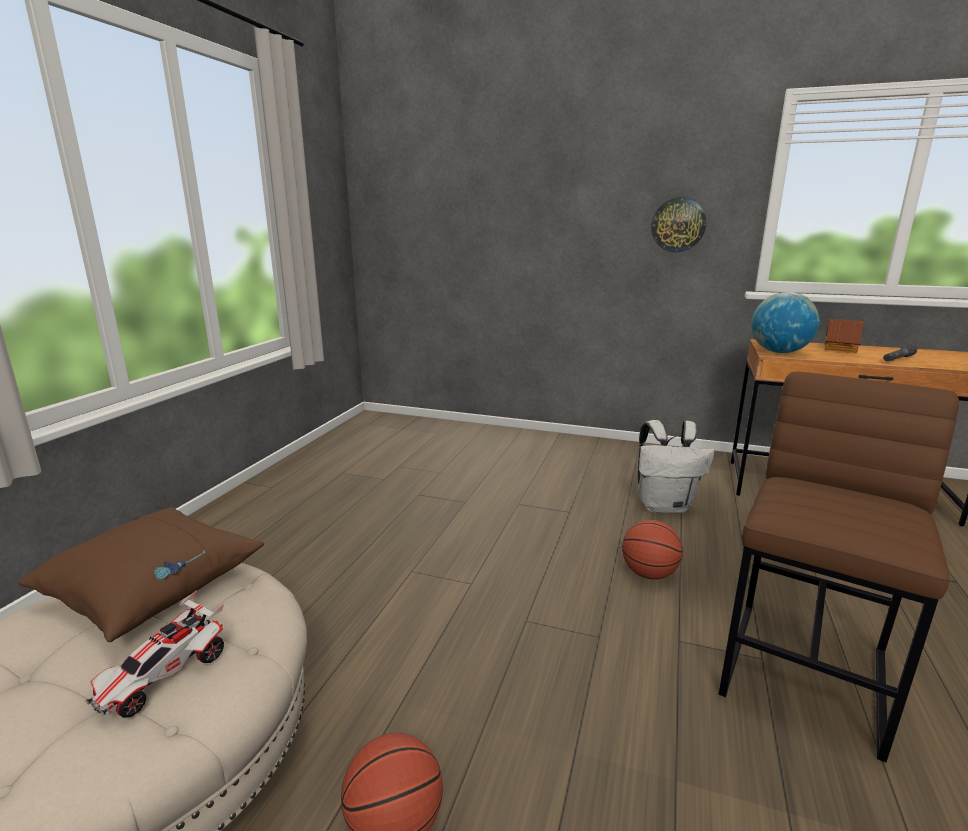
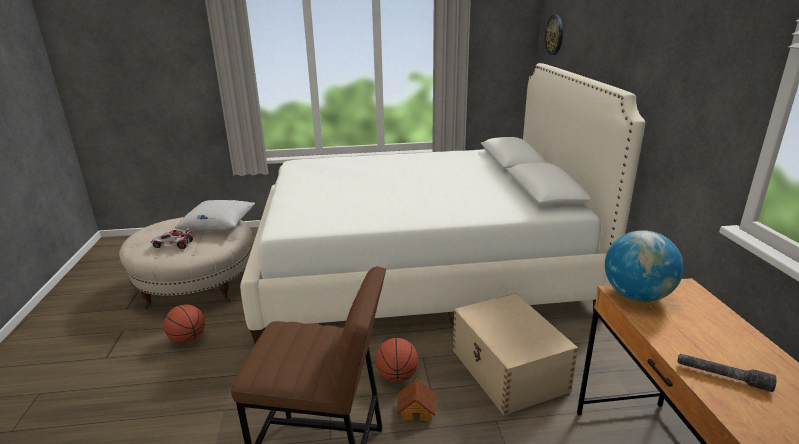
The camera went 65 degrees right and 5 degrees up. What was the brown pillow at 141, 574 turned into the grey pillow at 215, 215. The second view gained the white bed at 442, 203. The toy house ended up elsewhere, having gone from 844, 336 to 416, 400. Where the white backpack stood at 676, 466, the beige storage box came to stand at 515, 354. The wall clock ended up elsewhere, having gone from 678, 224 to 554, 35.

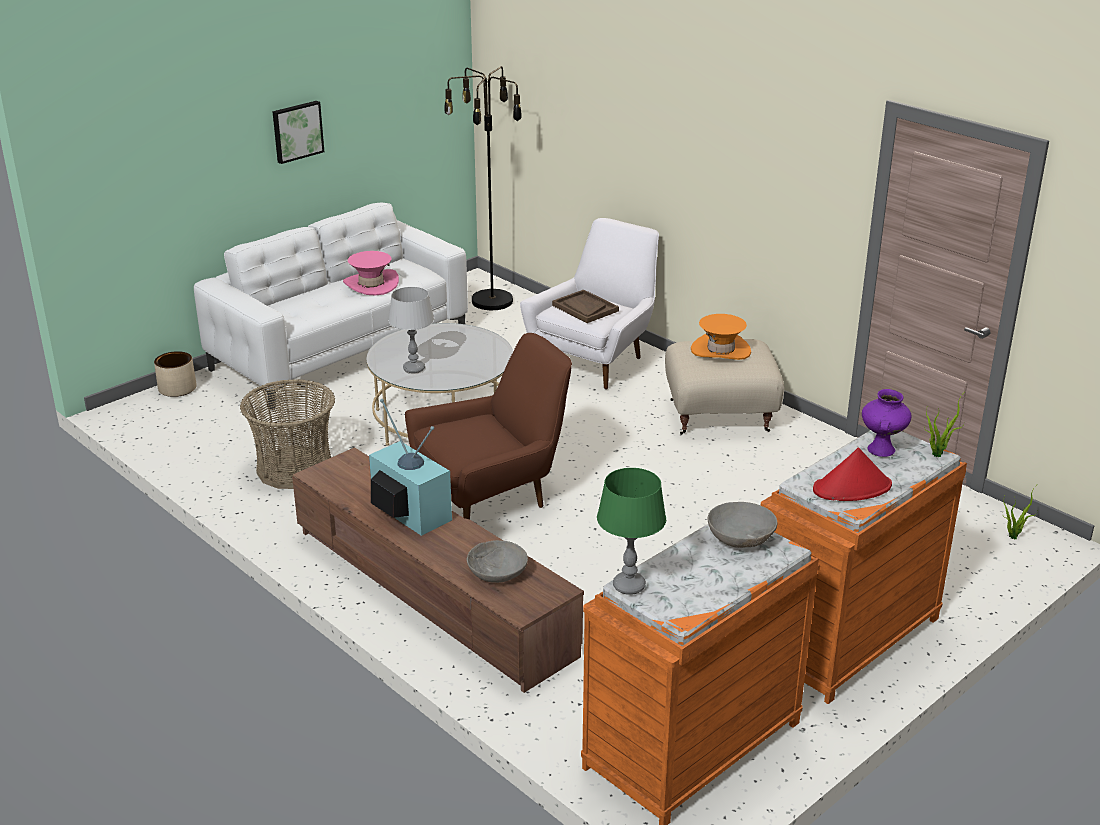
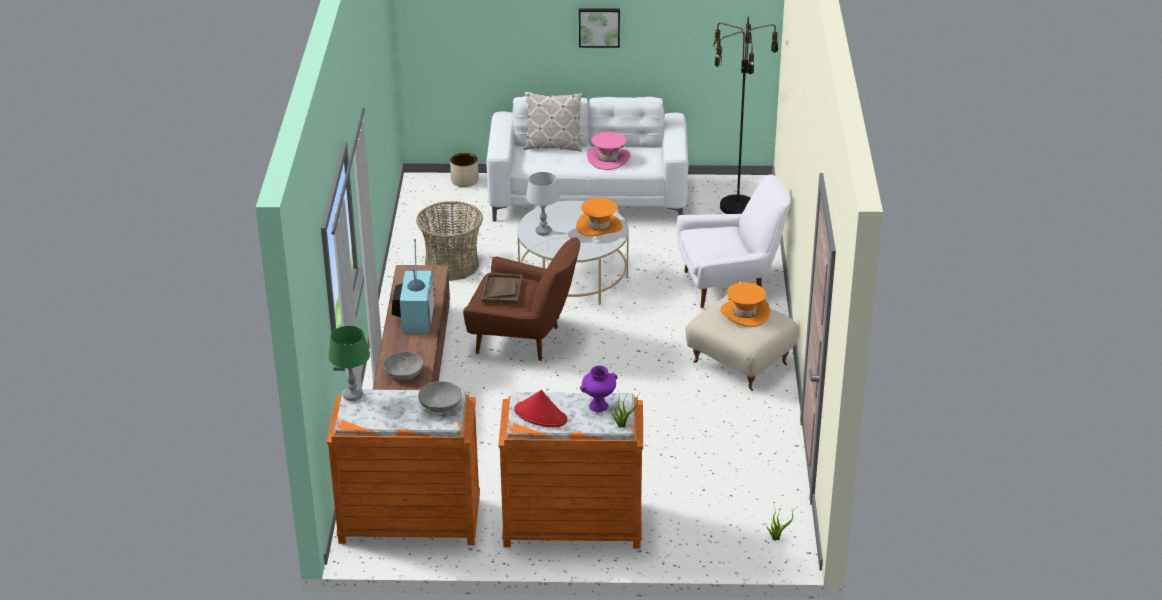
The camera went 45 degrees right and 5 degrees up. The brown tray ended up elsewhere, having gone from 585, 306 to 502, 288. The second view gained the pillow at 553, 122. The second view gained the orange hat at 599, 217.

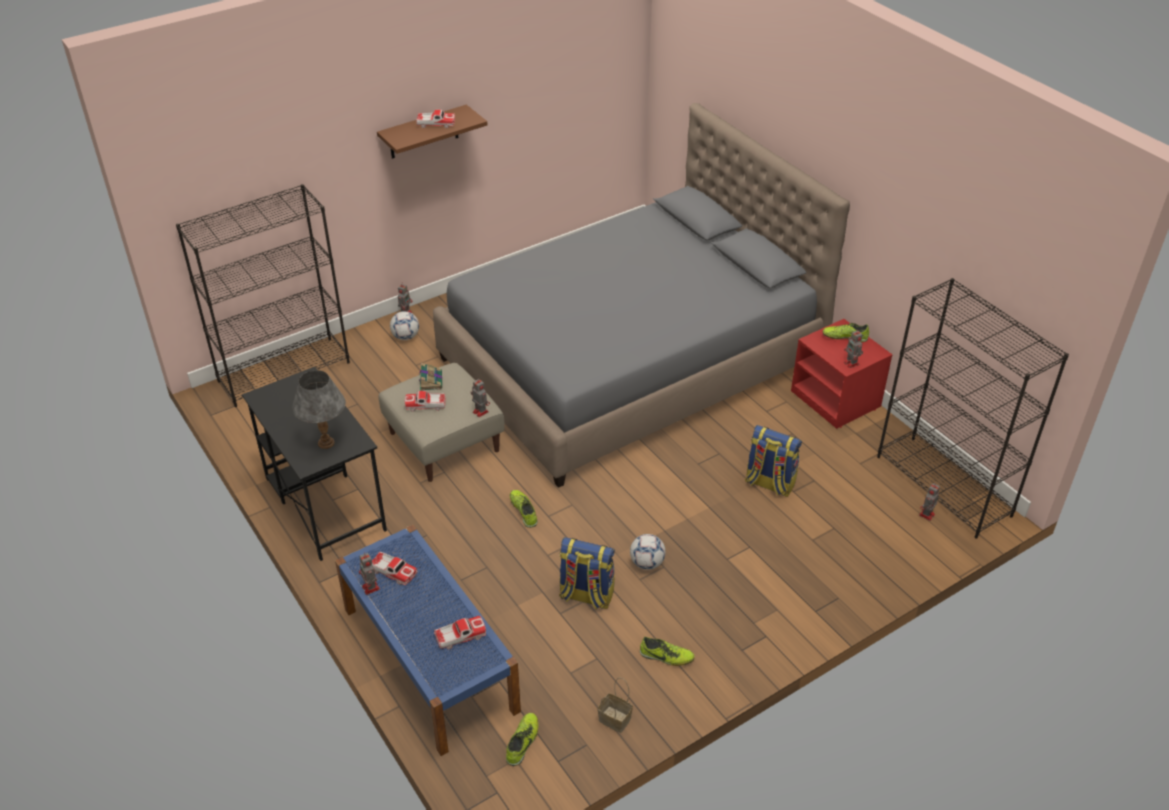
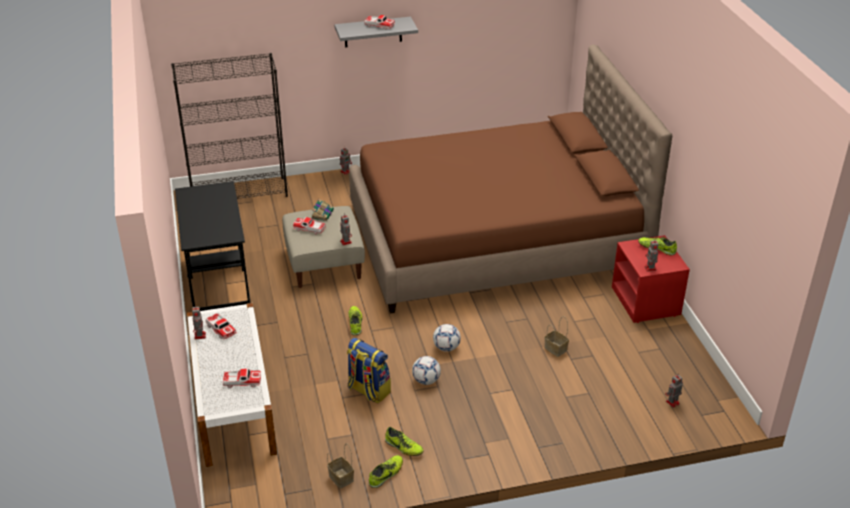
The camera went 20 degrees right and 5 degrees down. What was the blue bench at 428, 640 turned into the white bench at 232, 385. What was the brown shelf at 432, 132 turned into the grey shelf at 376, 32. What was the grey bed at 641, 295 turned into the brown bed at 510, 179. The shoe ended up elsewhere, having gone from 522, 739 to 386, 471. The football ended up elsewhere, having gone from 404, 325 to 447, 338. Where the backpack stood at 773, 461, the basket came to stand at 557, 336. The second view lost the grey table lamp at 319, 409. The second view lost the black bookcase at 973, 408.

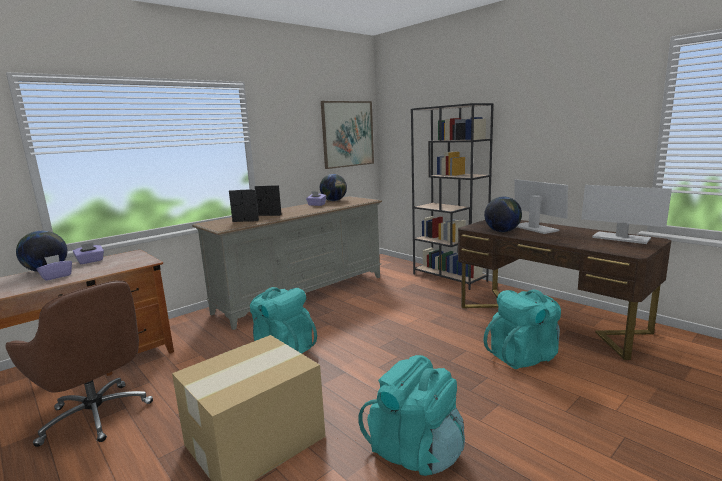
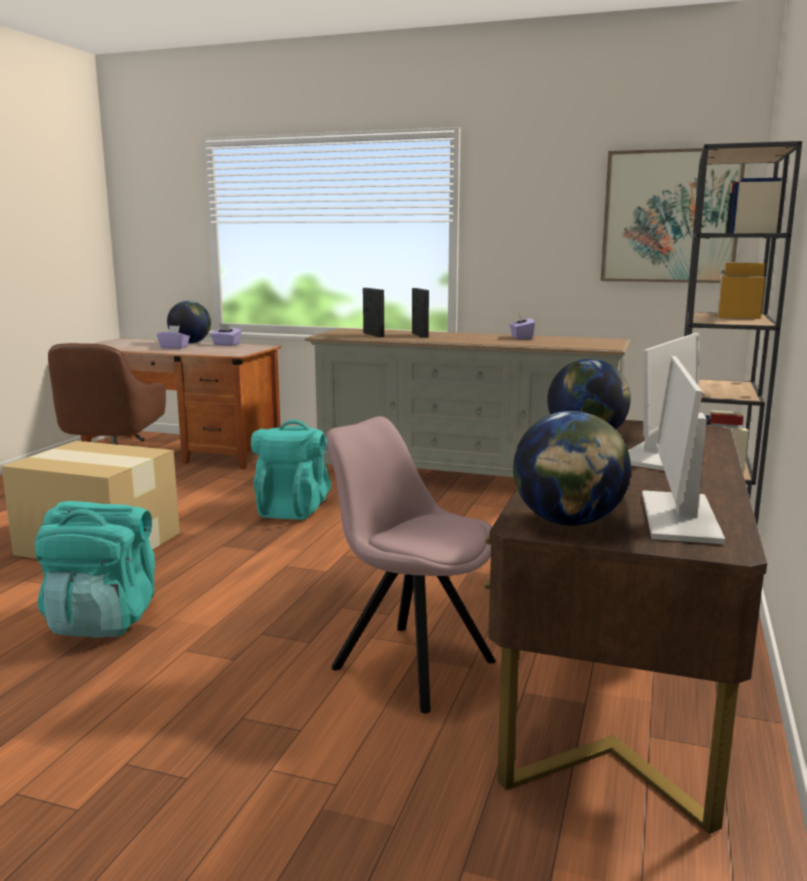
The camera went 60 degrees right and 0 degrees up. Where the turquoise backpack stood at 522, 329, the pink chair came to stand at 411, 564. The globe ended up elsewhere, having gone from 333, 187 to 572, 468.

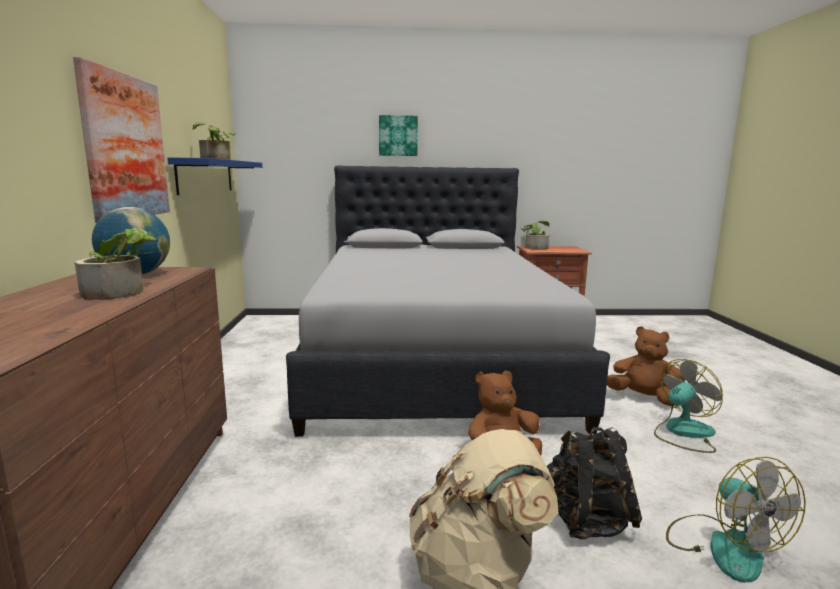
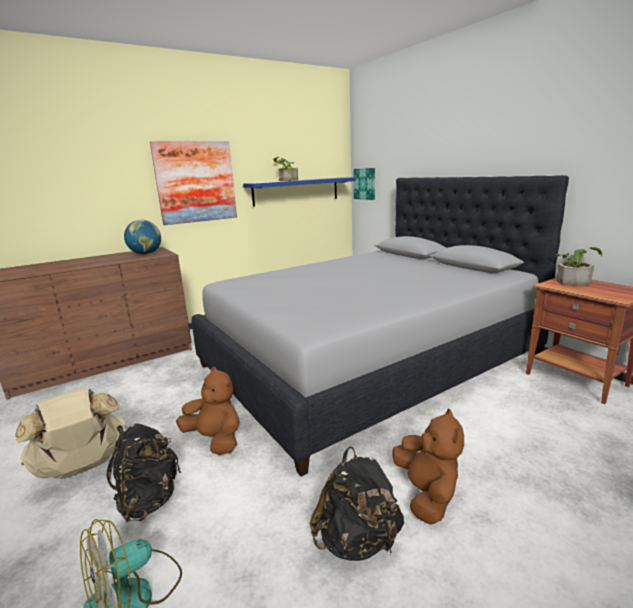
The camera went 60 degrees right and 5 degrees up. Where the fan stood at 688, 406, the black backpack came to stand at 357, 504. The picture ended up elsewhere, having gone from 398, 135 to 364, 184. The second view lost the potted plant at 115, 263.

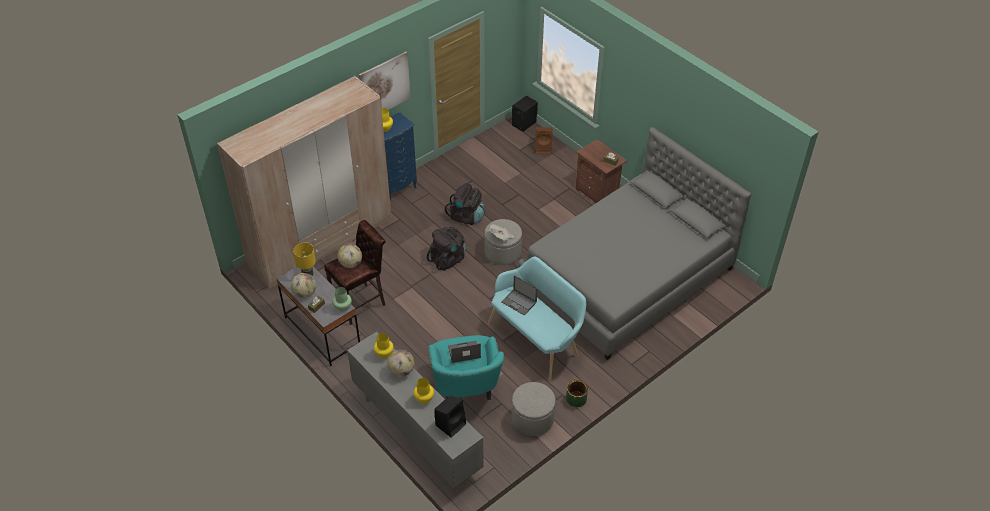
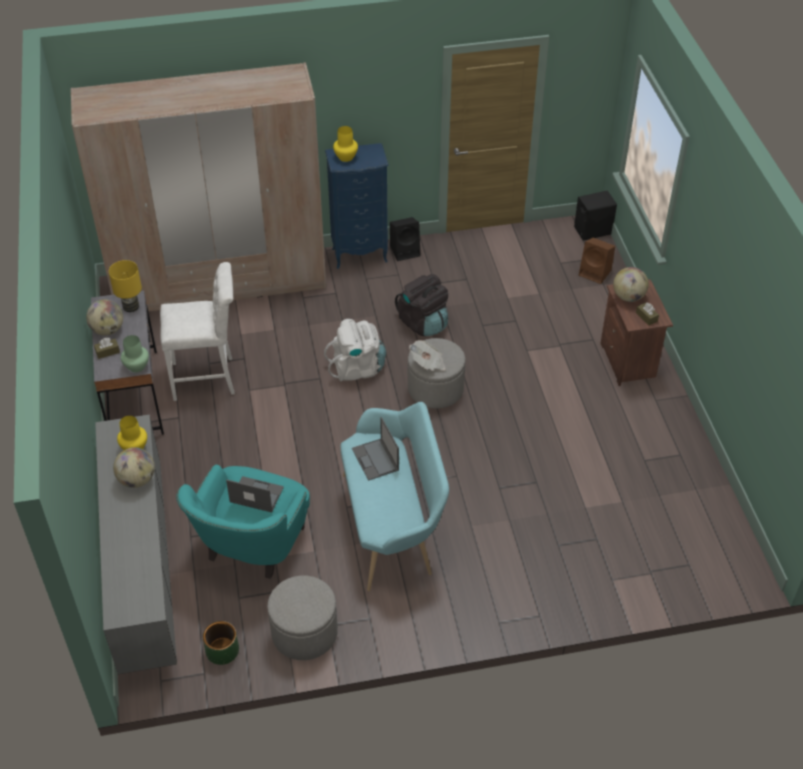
The camera went 30 degrees right and 0 degrees up. What was the brown stool at 354, 272 turned into the white stool at 197, 331. The green planter ended up elsewhere, having gone from 577, 393 to 221, 643. What was the black backpack at 446, 249 turned into the white backpack at 355, 350. The black speaker ended up elsewhere, having gone from 450, 417 to 405, 239. The globe ended up elsewhere, having gone from 349, 256 to 631, 284. The second view lost the picture at 385, 81. The second view lost the yellow vase at 423, 391. The second view lost the grey bed at 634, 243.

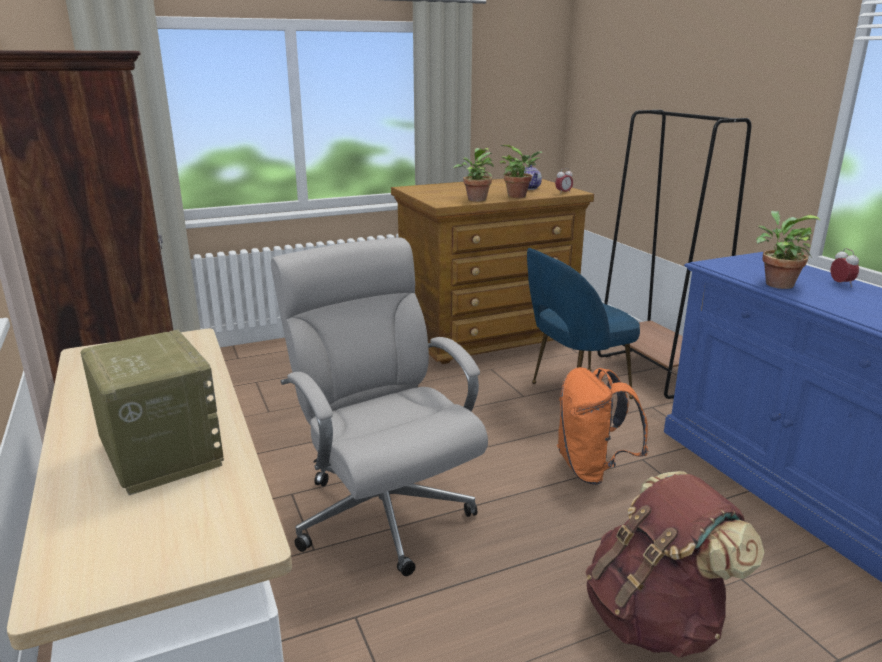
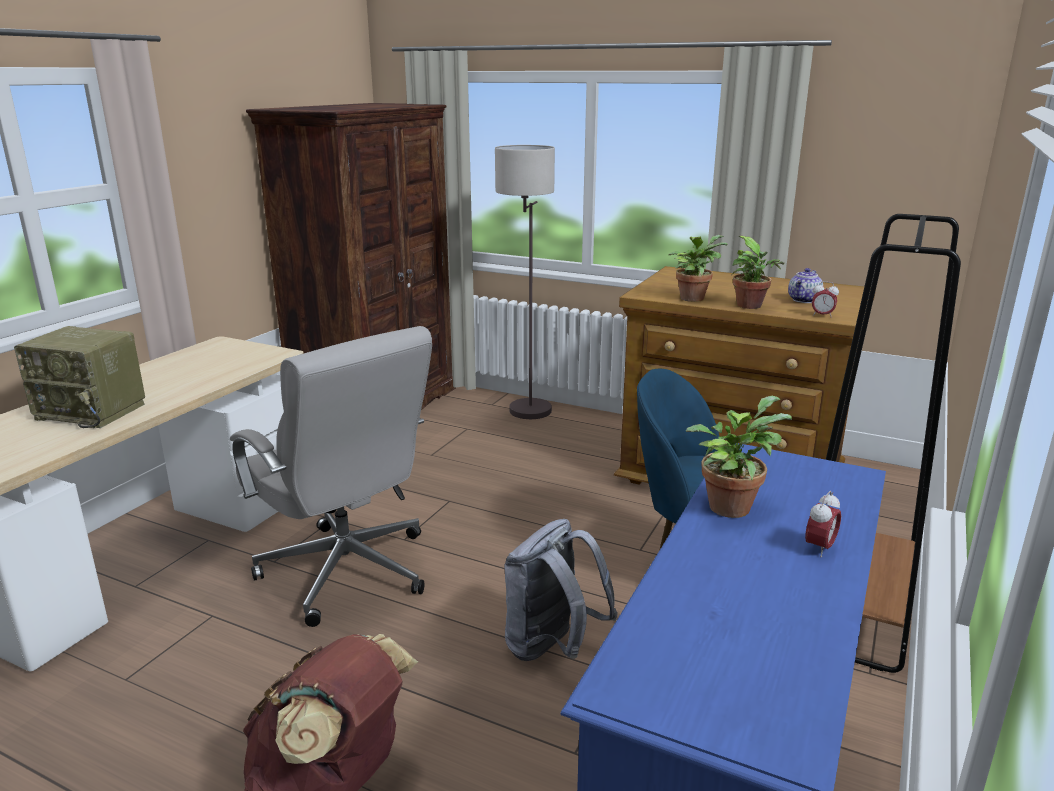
The camera went 50 degrees right and 0 degrees up. The radio at 152, 412 ended up facing another way, 90 degrees clockwise from before. The grey office chair at 379, 407 ended up facing another way, 120 degrees clockwise from before. The second view gained the grey floor lamp at 525, 282. What was the orange backpack at 602, 426 turned into the grey backpack at 560, 590.

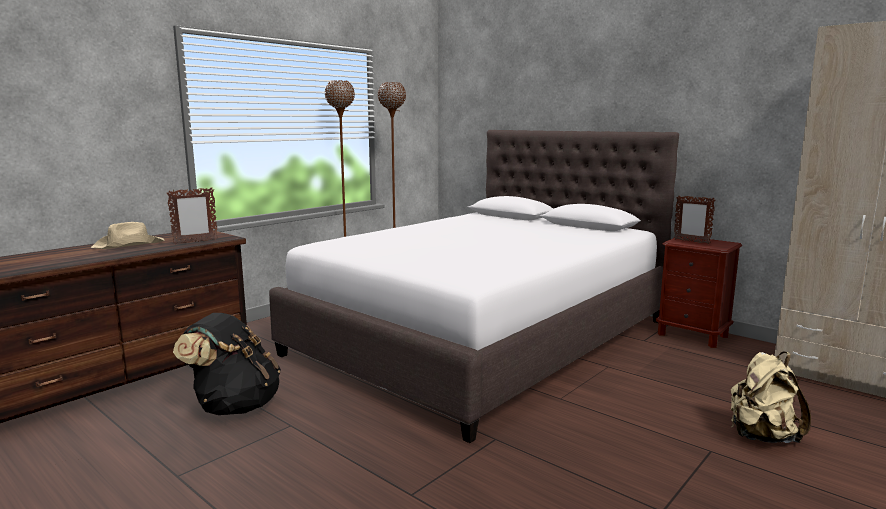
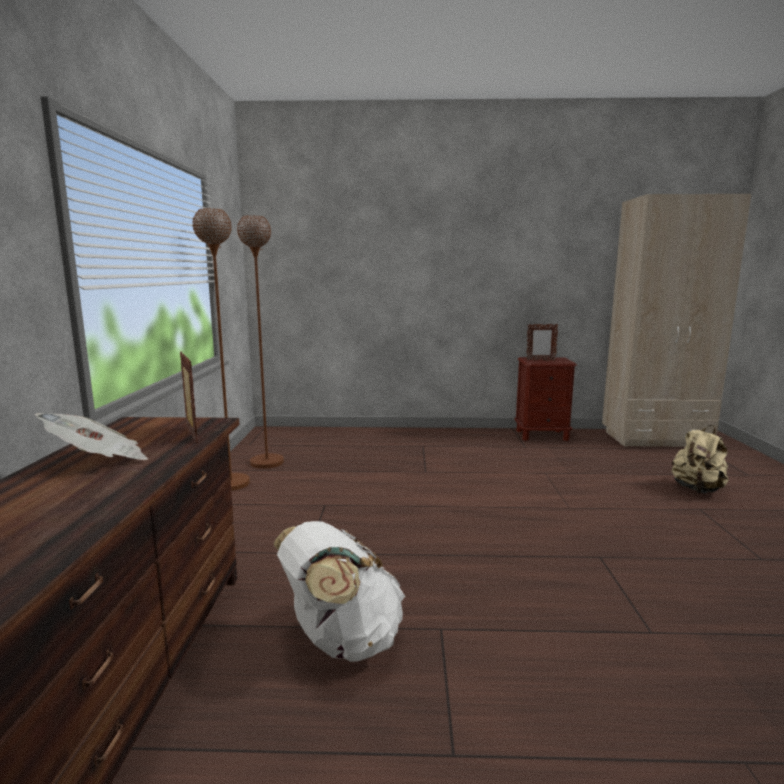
The camera went 40 degrees left and 0 degrees up. Where the beige hat stood at 127, 235, the newspaper came to stand at 92, 436. The picture frame at 192, 215 ended up facing another way, 45 degrees counterclockwise from before. What was the black backpack at 227, 364 turned into the white backpack at 339, 591. The second view lost the white bed at 474, 286.

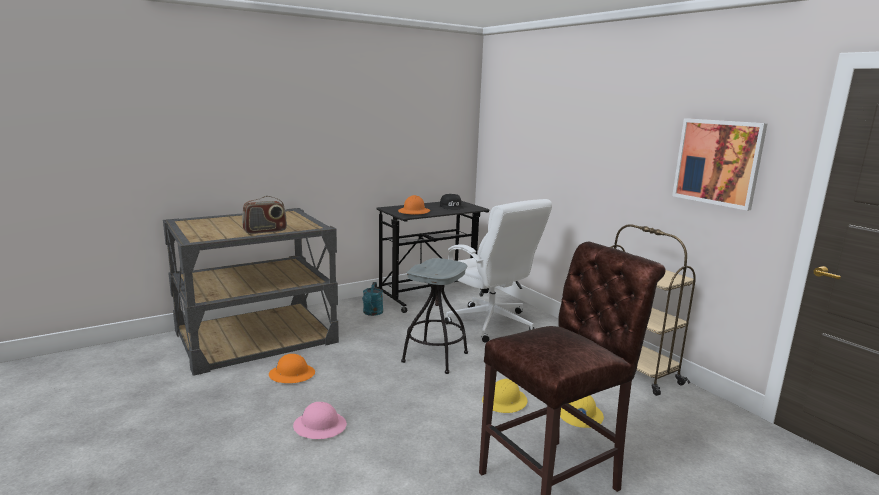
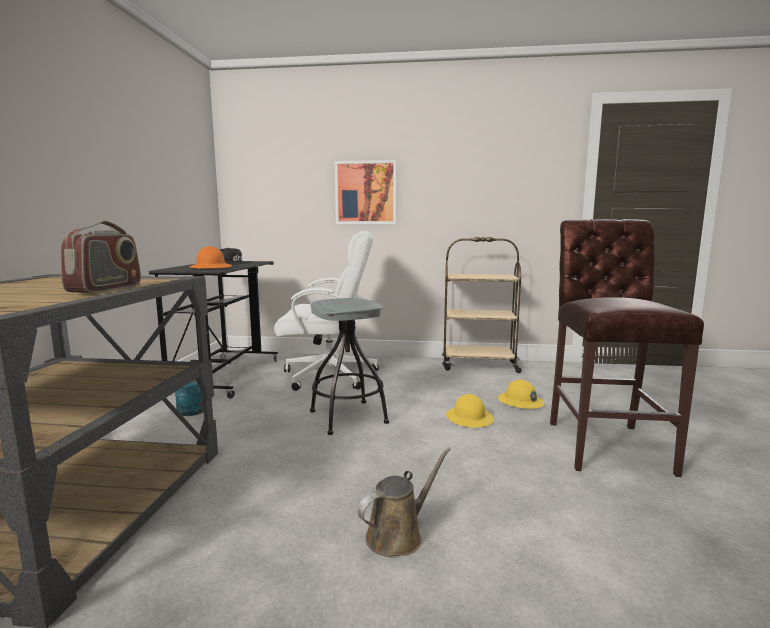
The camera went 50 degrees left and 5 degrees down. The picture ended up elsewhere, having gone from 720, 164 to 366, 192. Where the pink hard hat stood at 320, 420, the brown watering can came to stand at 404, 502. The second view lost the orange hard hat at 292, 368.

